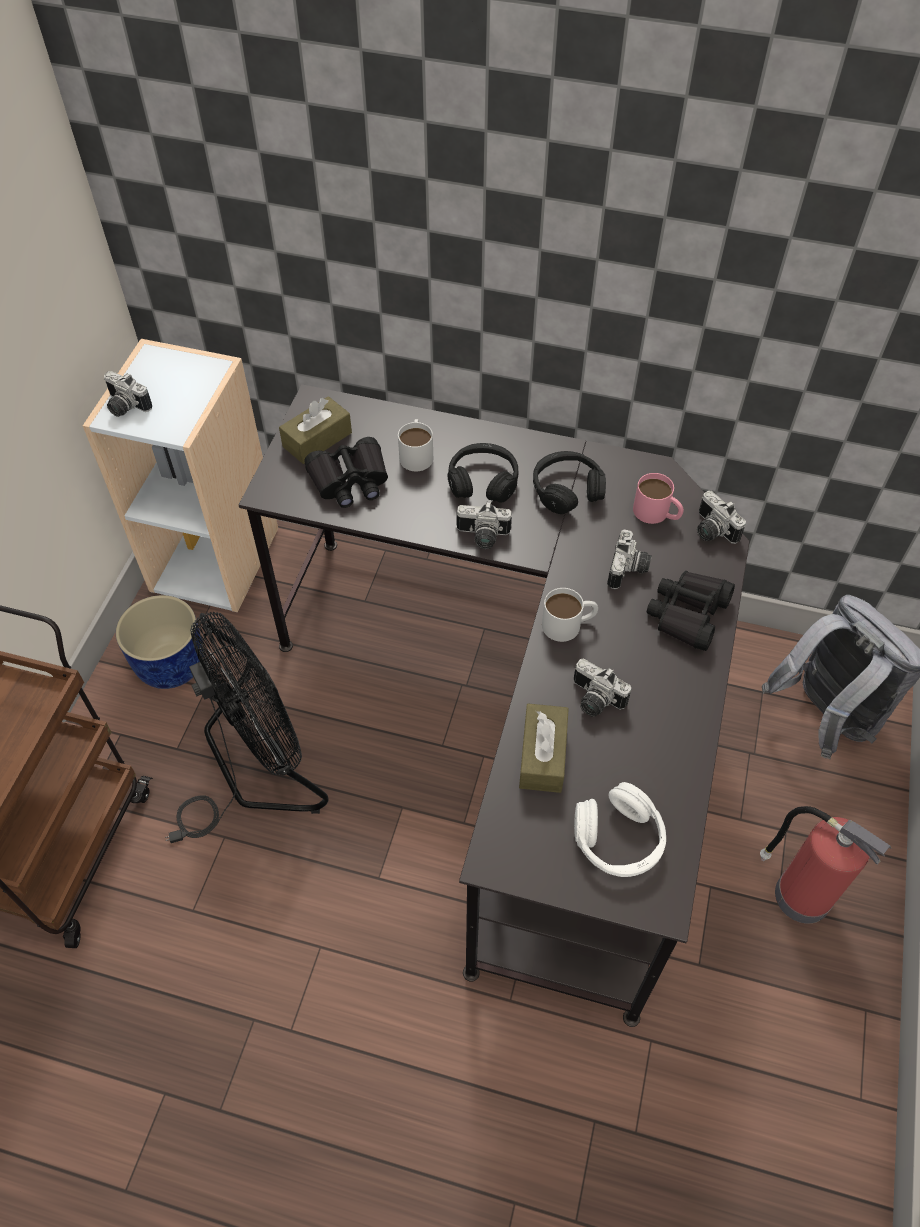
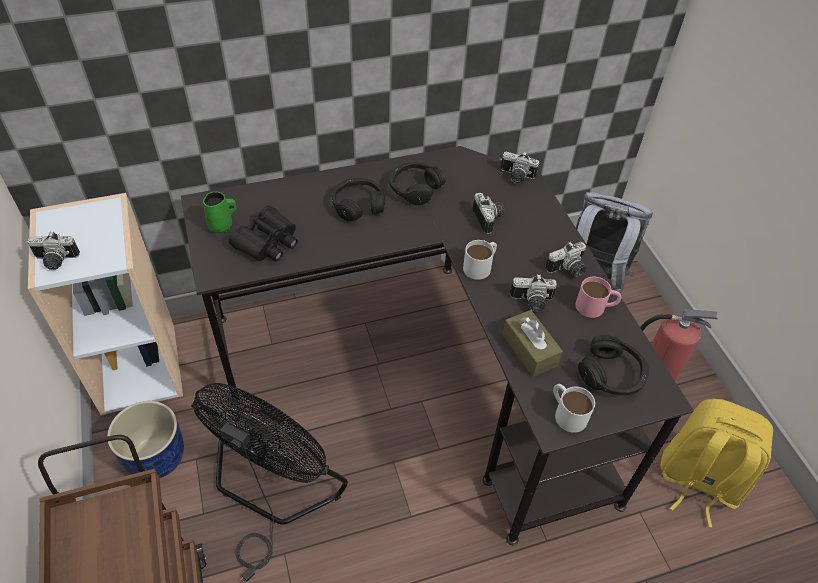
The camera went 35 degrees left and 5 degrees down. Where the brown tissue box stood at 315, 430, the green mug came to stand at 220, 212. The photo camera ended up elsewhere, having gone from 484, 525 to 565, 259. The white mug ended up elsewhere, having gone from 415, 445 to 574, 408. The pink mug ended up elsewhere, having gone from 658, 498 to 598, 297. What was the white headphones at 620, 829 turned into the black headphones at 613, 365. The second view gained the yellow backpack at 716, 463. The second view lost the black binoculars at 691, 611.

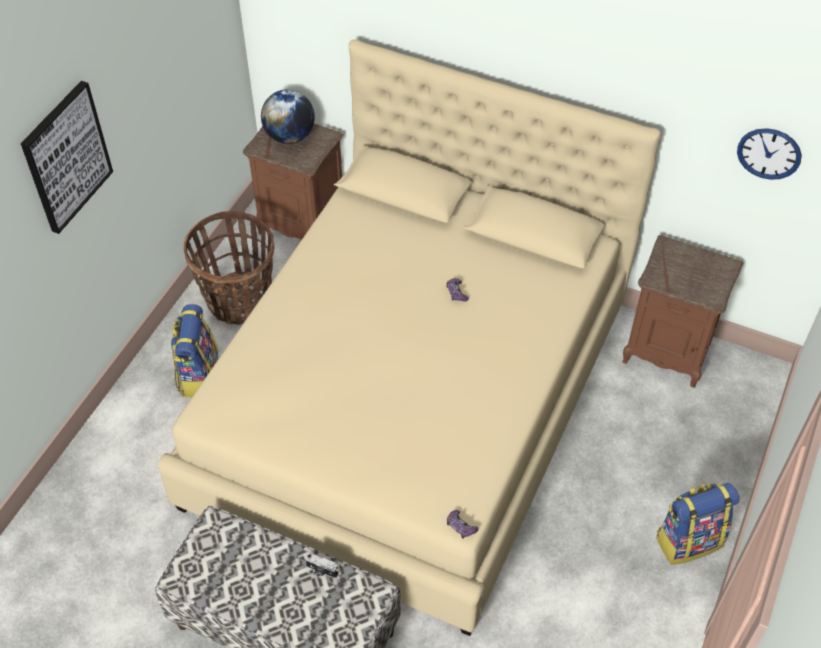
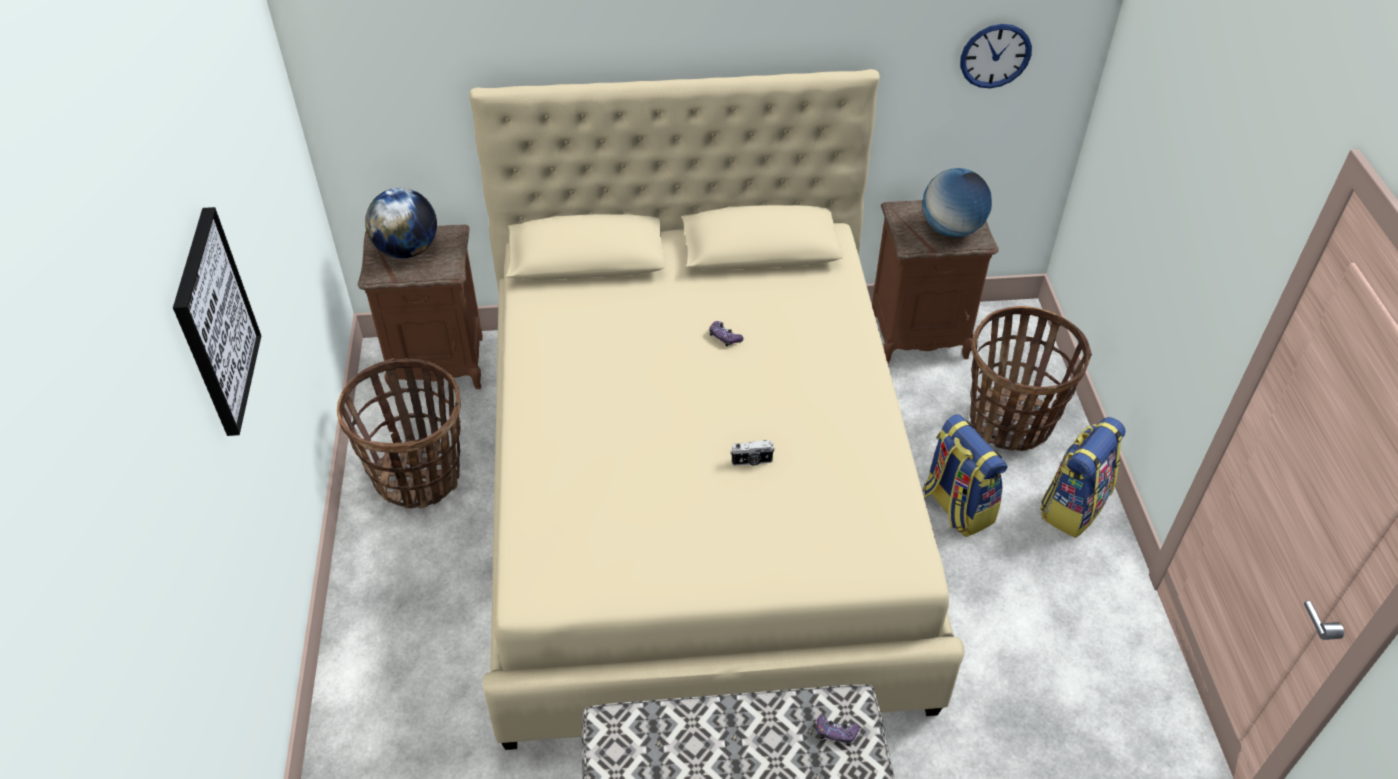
The camera went 30 degrees left and 5 degrees down. The photo camera ended up elsewhere, having gone from 321, 565 to 752, 453. The purple game controller ended up elsewhere, having gone from 462, 524 to 838, 730. The second view gained the globe at 957, 202. The backpack ended up elsewhere, having gone from 195, 350 to 965, 475. The second view gained the basket at 1031, 378.

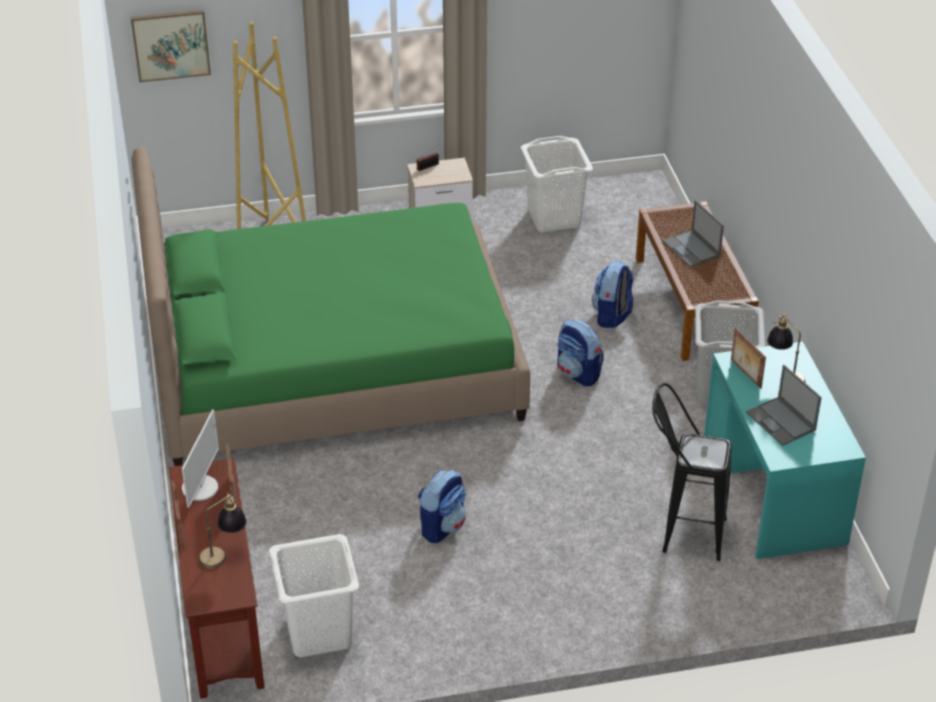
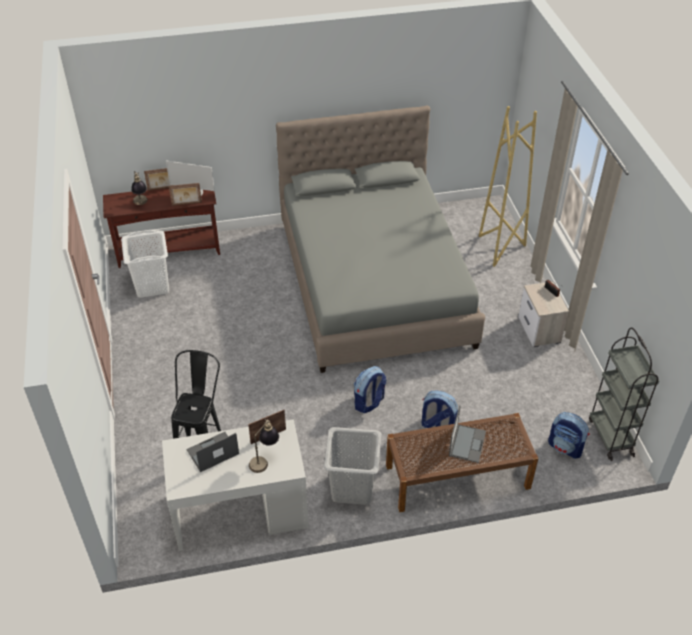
The camera went 90 degrees right and 5 degrees up. What was the turquoise desk at 785, 450 turned into the white desk at 235, 485. What was the green bed at 331, 306 turned into the grey bed at 380, 239. The laptop at 693, 233 ended up facing another way, 135 degrees clockwise from before. The backpack ended up elsewhere, having gone from 442, 506 to 569, 435. The second view gained the grey cart at 624, 394. The second view lost the picture at 171, 46. The second view lost the white laundry basket at 557, 184.

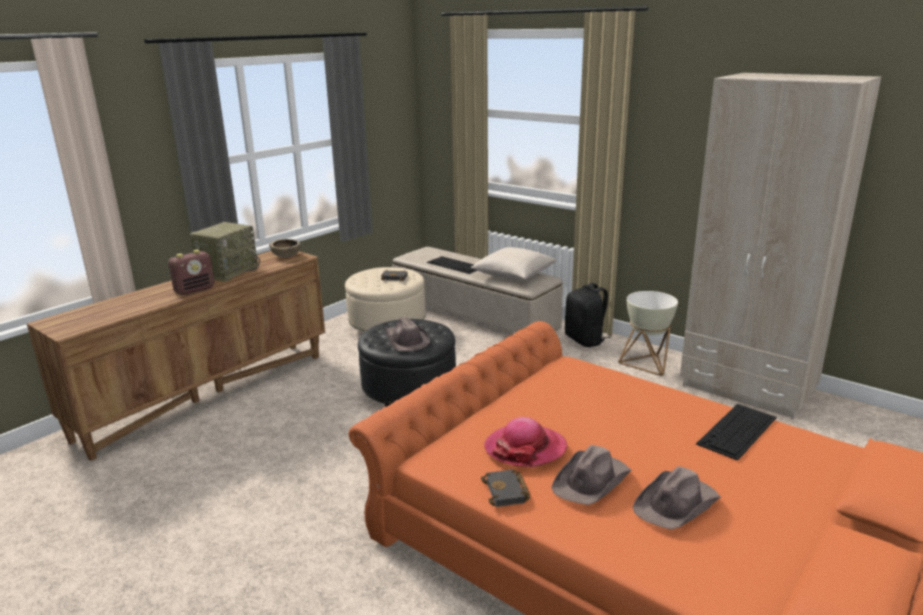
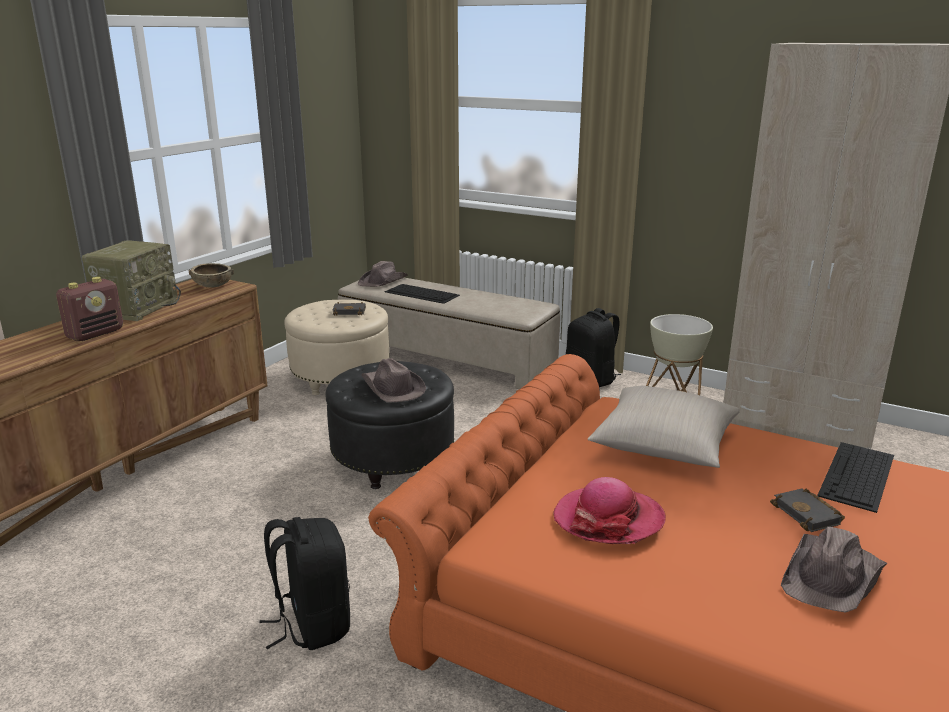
The camera went 10 degrees left and 0 degrees up. The second view gained the black backpack at 304, 583. The brown hat ended up elsewhere, having gone from 591, 475 to 383, 274. The beige pillow ended up elsewhere, having gone from 513, 263 to 664, 427. The black book ended up elsewhere, having gone from 506, 488 to 807, 510.

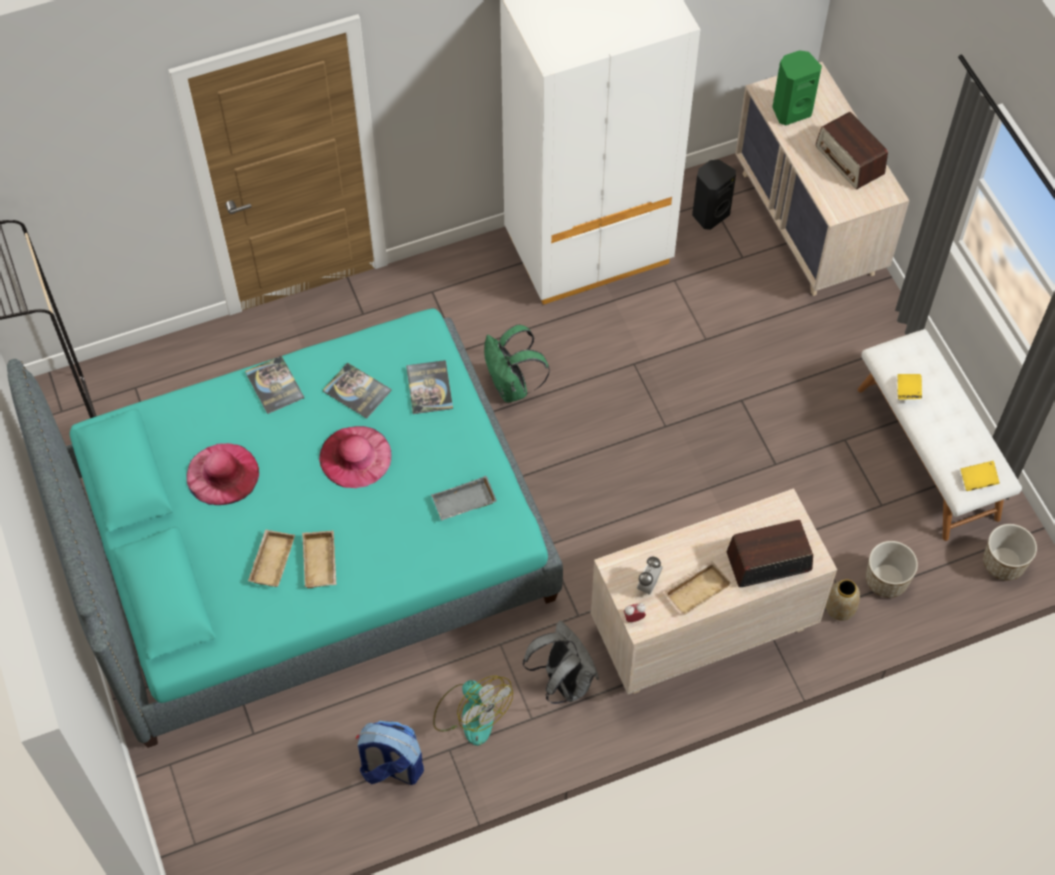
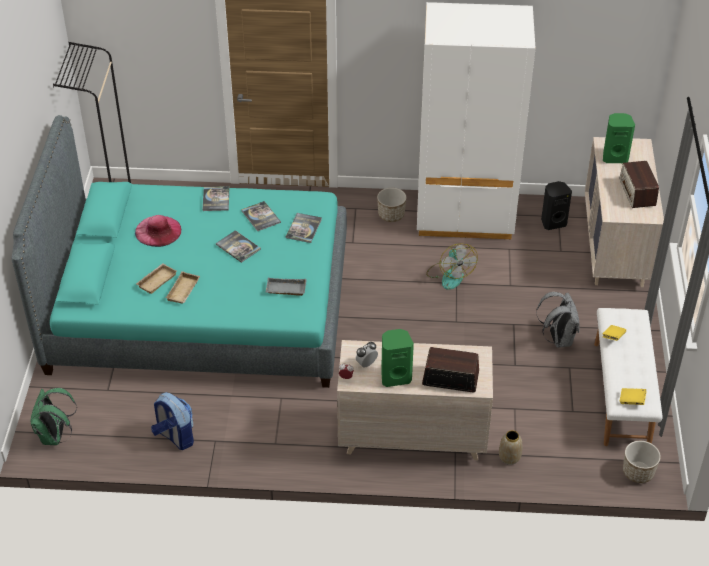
The camera went 25 degrees right and 15 degrees down. The green backpack ended up elsewhere, having gone from 517, 363 to 53, 416. Where the pink hat stood at 355, 457, the book came to stand at 238, 246. The planter ended up elsewhere, having gone from 892, 569 to 391, 205. Where the beige tray stood at 698, 588, the green speaker came to stand at 397, 358. The fan ended up elsewhere, having gone from 473, 711 to 452, 266. The grey backpack ended up elsewhere, having gone from 561, 662 to 558, 320.

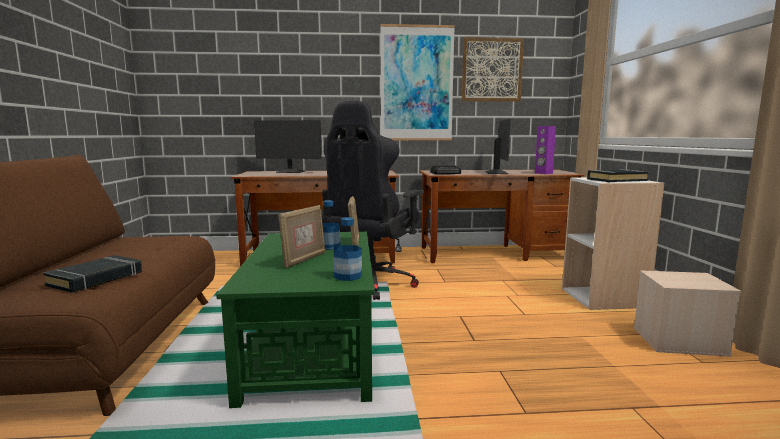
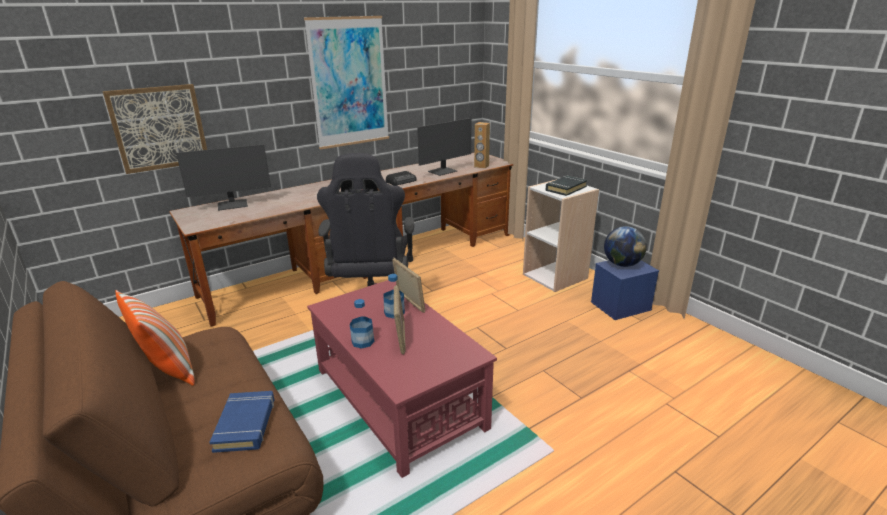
The camera went 30 degrees left and 15 degrees up. The picture ended up elsewhere, having gone from 493, 69 to 155, 129. The second view gained the pillow at 155, 338. What was the black book at 92, 274 turned into the blue book at 241, 422. What was the green coffee table at 295, 320 turned into the red coffee table at 402, 379. The bottle ended up elsewhere, having gone from 347, 249 to 362, 324. The monitor at 497, 146 ended up facing another way, 75 degrees clockwise from before. What was the purple speaker at 545, 150 turned into the brown speaker at 482, 145. What was the beige storage box at 687, 313 turned into the blue storage box at 625, 290. The second view gained the globe at 625, 246.

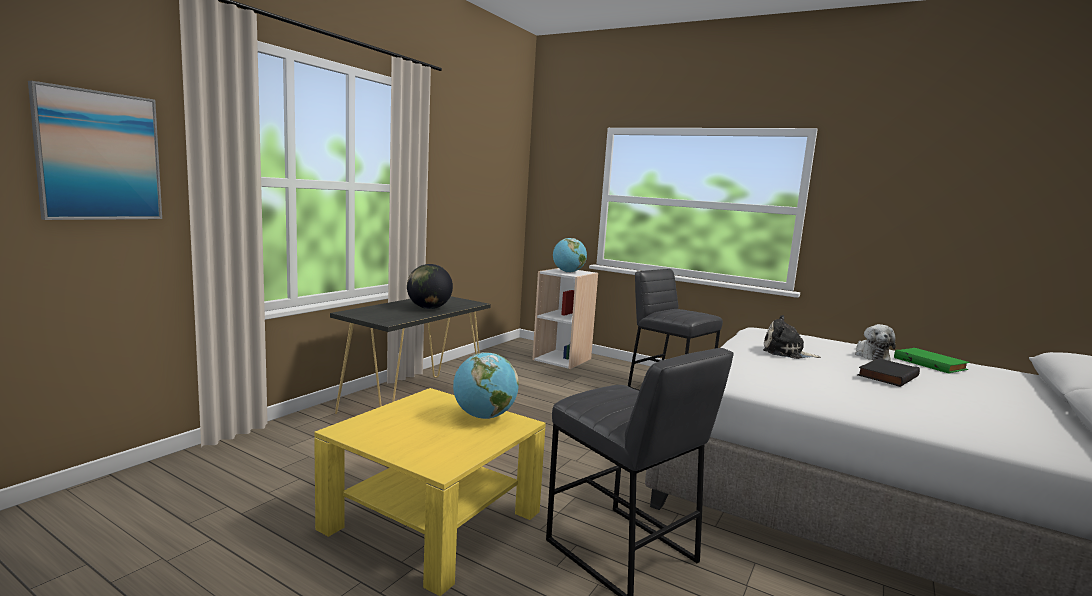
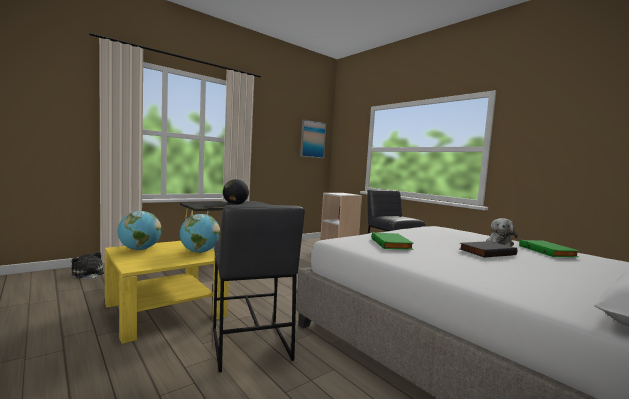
The camera went 20 degrees right and 5 degrees down. The plush toy ended up elsewhere, having gone from 792, 337 to 88, 265. The globe ended up elsewhere, having gone from 570, 255 to 140, 230. The picture ended up elsewhere, having gone from 95, 150 to 313, 138. The second view gained the green book at 392, 241.

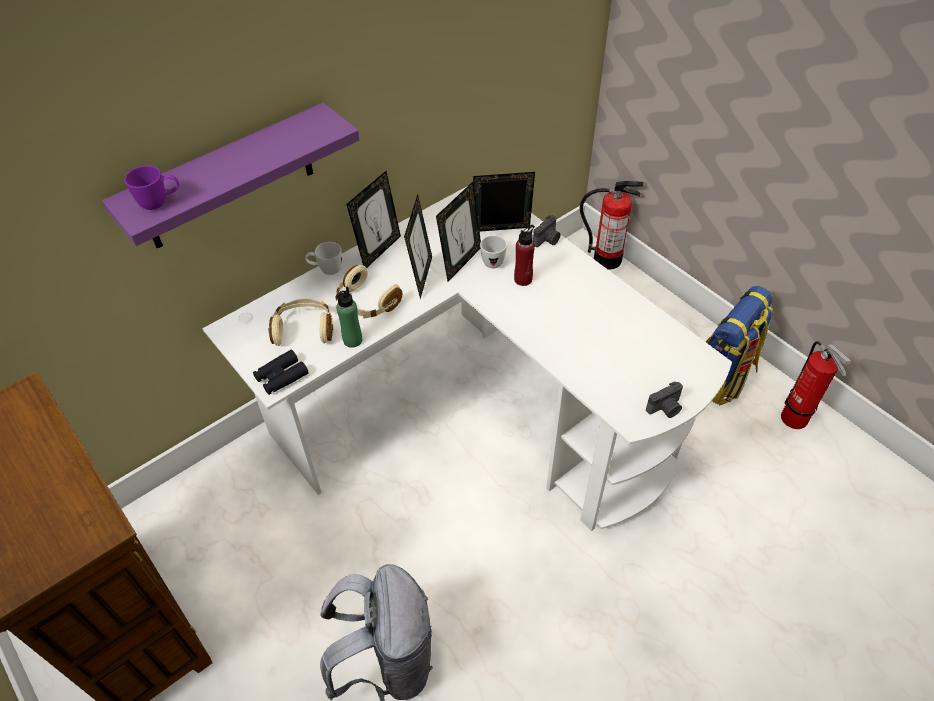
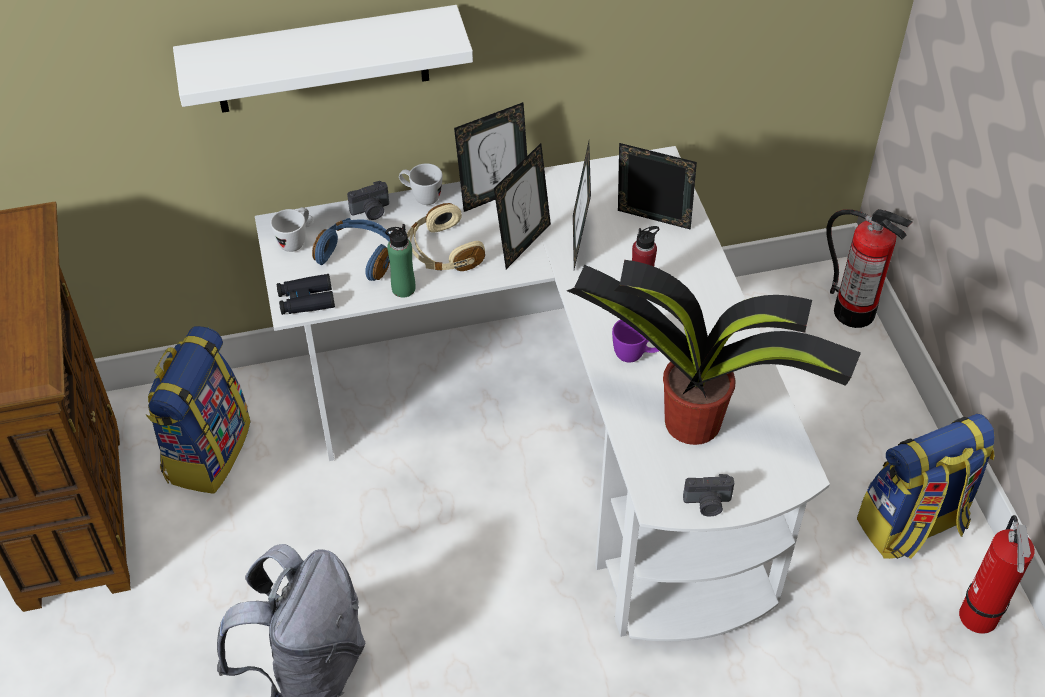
The camera went 25 degrees right and 0 degrees up. The second view gained the backpack at 198, 410. What was the purple shelf at 231, 176 turned into the white shelf at 323, 59. The white mug ended up elsewhere, having gone from 493, 250 to 289, 229. What was the beige headphones at 301, 322 turned into the blue headphones at 351, 249. The photo camera ended up elsewhere, having gone from 547, 231 to 368, 200. The second view gained the potted plant at 714, 352. The picture frame at 458, 231 ended up facing another way, 120 degrees clockwise from before. The purple mug ended up elsewhere, having gone from 151, 188 to 635, 340.

